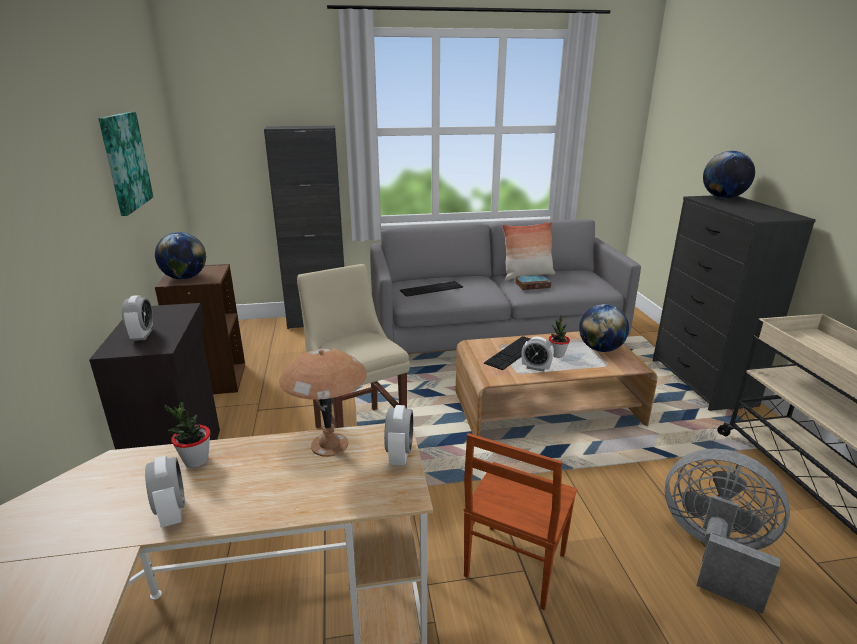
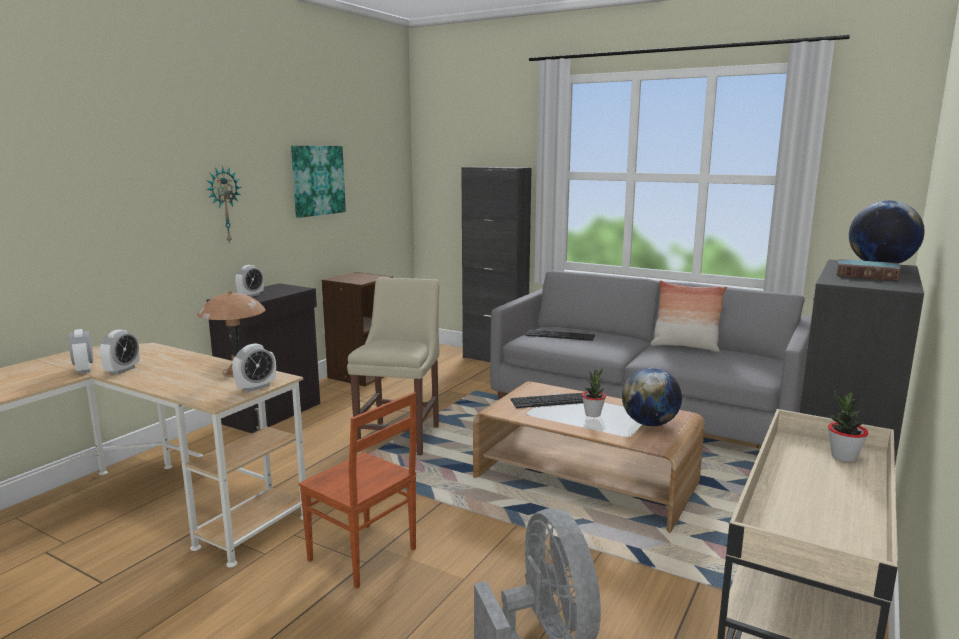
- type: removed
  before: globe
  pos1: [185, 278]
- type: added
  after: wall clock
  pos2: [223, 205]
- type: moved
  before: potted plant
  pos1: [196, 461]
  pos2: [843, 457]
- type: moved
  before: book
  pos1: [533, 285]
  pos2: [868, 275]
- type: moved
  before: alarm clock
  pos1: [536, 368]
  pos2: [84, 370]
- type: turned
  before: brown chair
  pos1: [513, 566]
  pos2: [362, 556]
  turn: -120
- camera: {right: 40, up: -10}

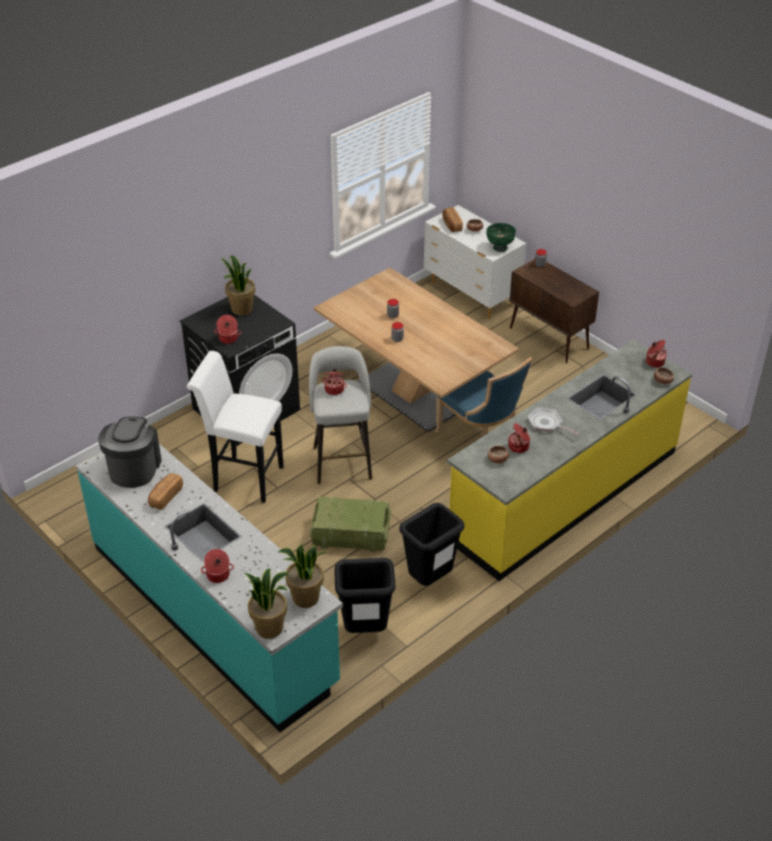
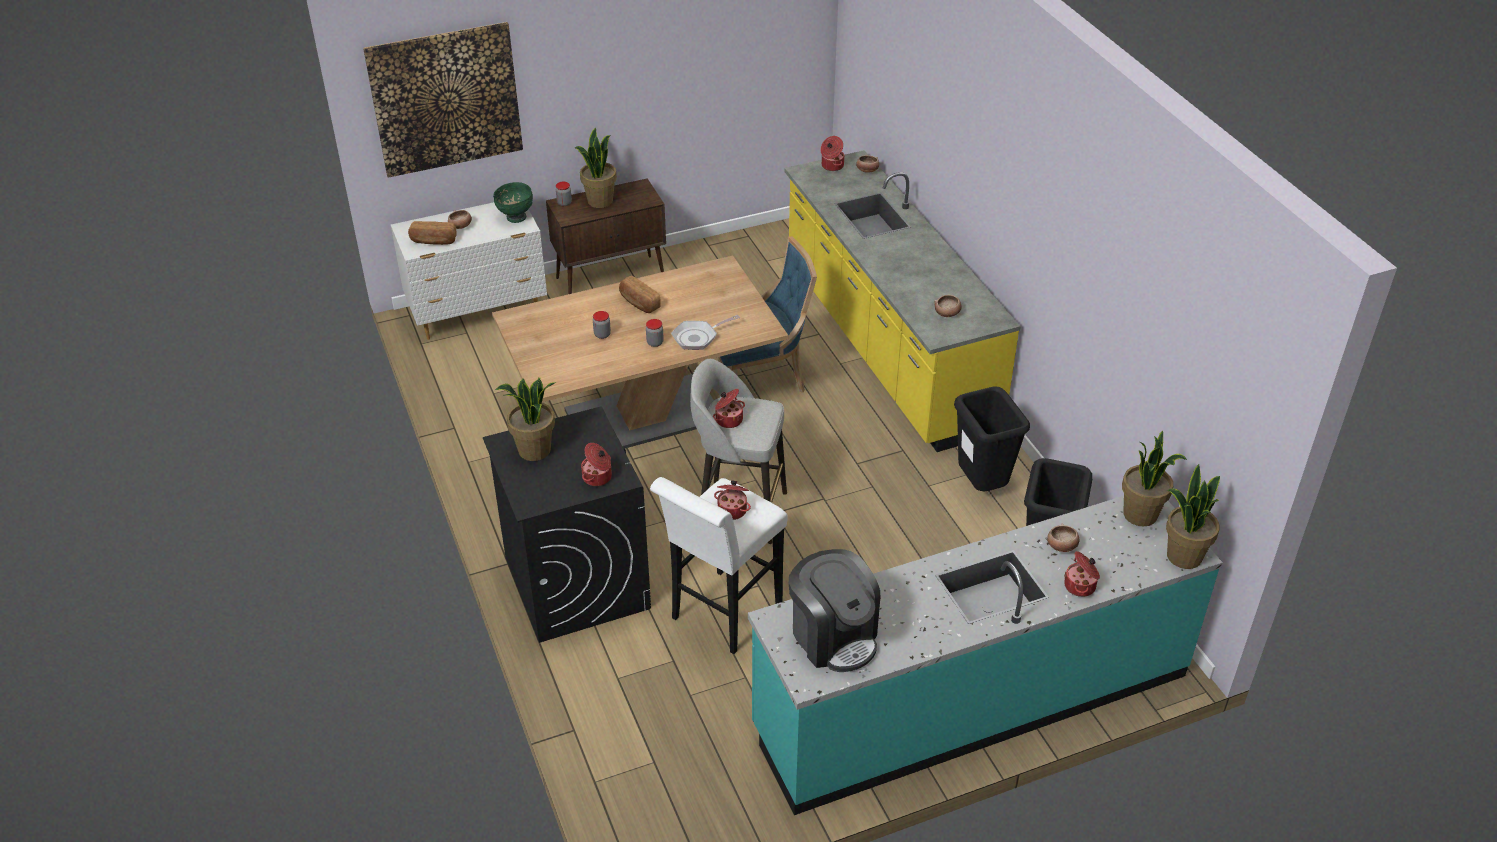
- type: removed
  before: crate
  pos1: [349, 534]
- type: added
  after: picture
  pos2: [445, 99]
- type: added
  after: potted plant
  pos2: [599, 201]
- type: added
  after: bowl
  pos2: [1061, 546]
- type: moved
  before: bread
  pos1: [165, 496]
  pos2: [639, 303]
- type: moved
  before: cooking pot
  pos1: [519, 447]
  pos2: [732, 510]
- type: moved
  before: frying pan
  pos1: [547, 423]
  pos2: [698, 337]
- type: turned
  before: coffee machine
  pos1: [134, 468]
  pos2: [833, 636]
  turn: -150
- camera: {right: -70, up: 0}

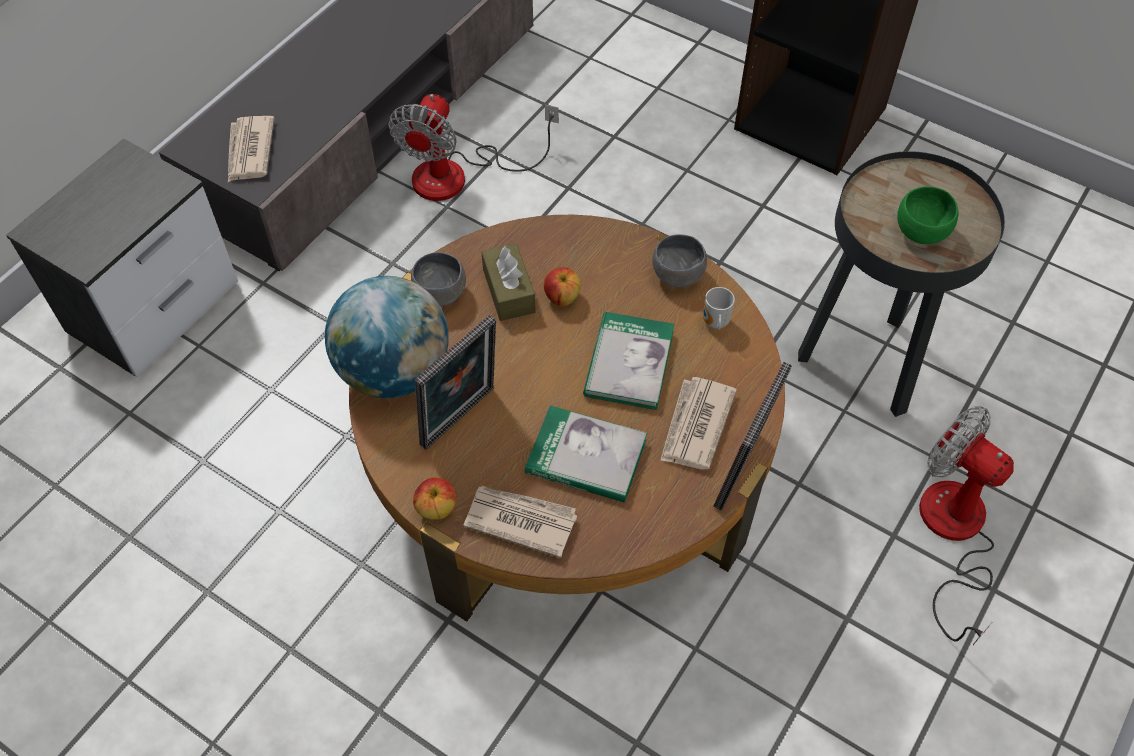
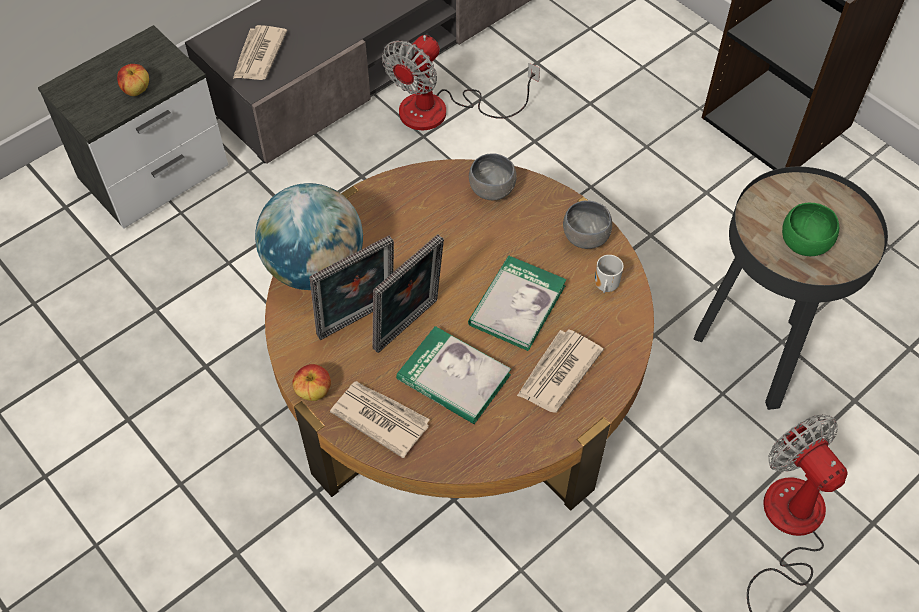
- type: removed
  before: brown tissue box
  pos1: [509, 291]
- type: moved
  before: grey bowl
  pos1: [438, 293]
  pos2: [490, 189]
- type: moved
  before: apple
  pos1: [562, 297]
  pos2: [136, 90]
- type: moved
  before: picture frame
  pos1: [743, 472]
  pos2: [409, 327]
- camera: {right: 15, up: 0}

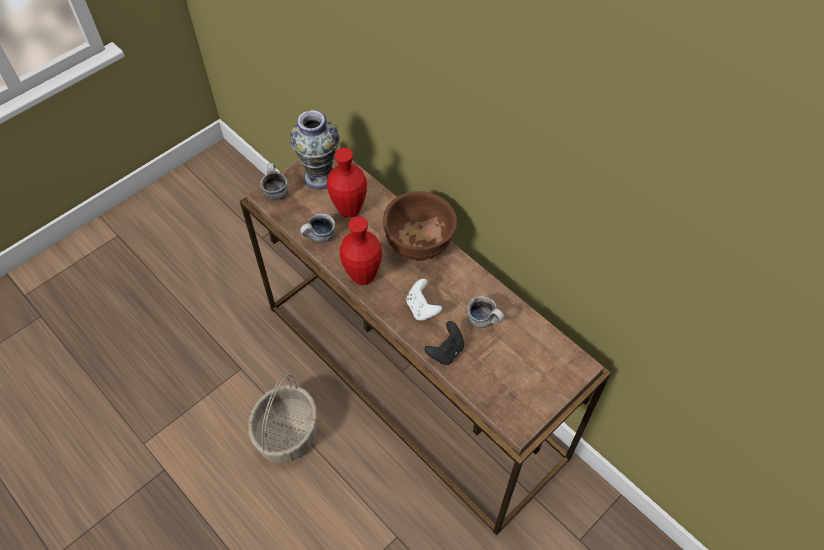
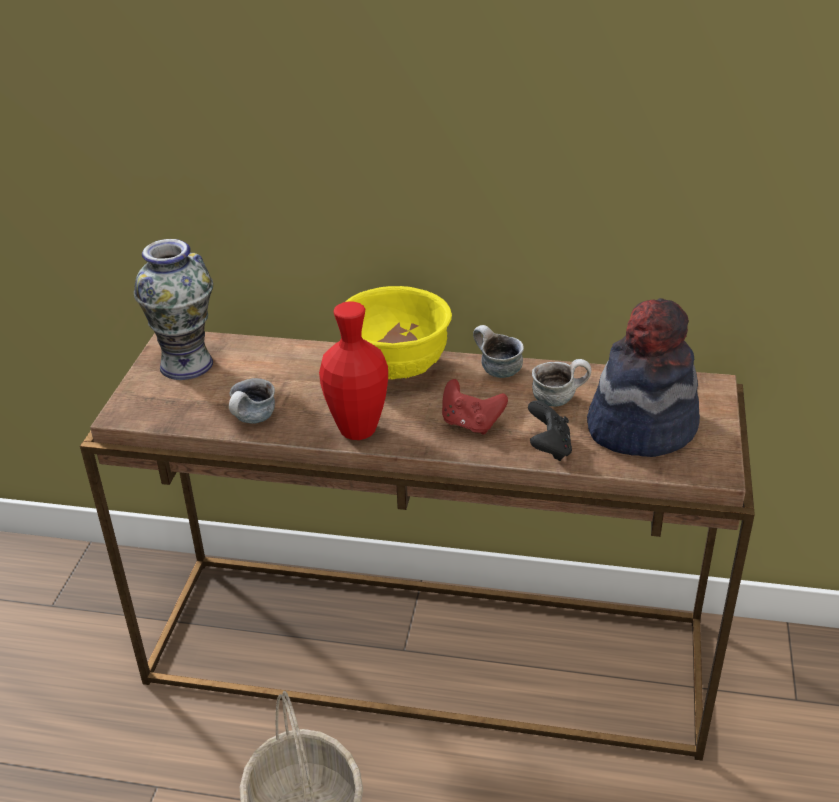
- type: removed
  before: red vase
  pos1: [349, 210]
- type: added
  after: hat
  pos2: [640, 426]
- type: moved
  before: mug
  pos1: [275, 191]
  pos2: [495, 370]
- type: recoloured
  before: brown bowl
  after: yellow bowl
  pos1: [420, 245]
  pos2: [397, 369]
- type: recoloured
  before: white game controller
  after: red game controller
  pos1: [422, 308]
  pos2: [471, 424]
- camera: {right: -35, up: -20}

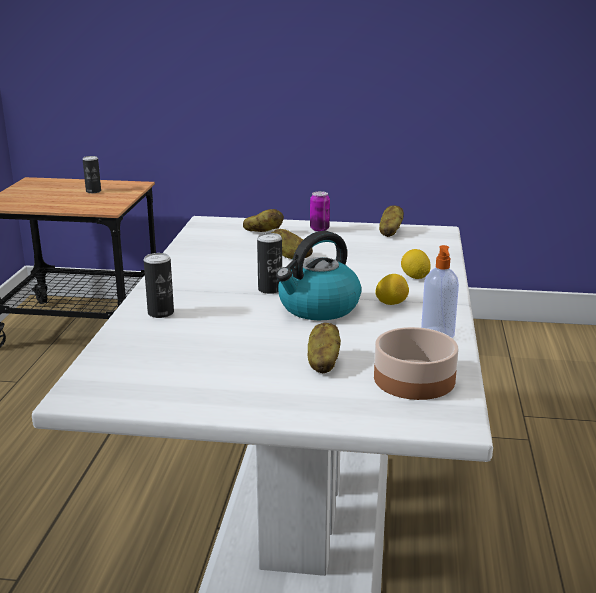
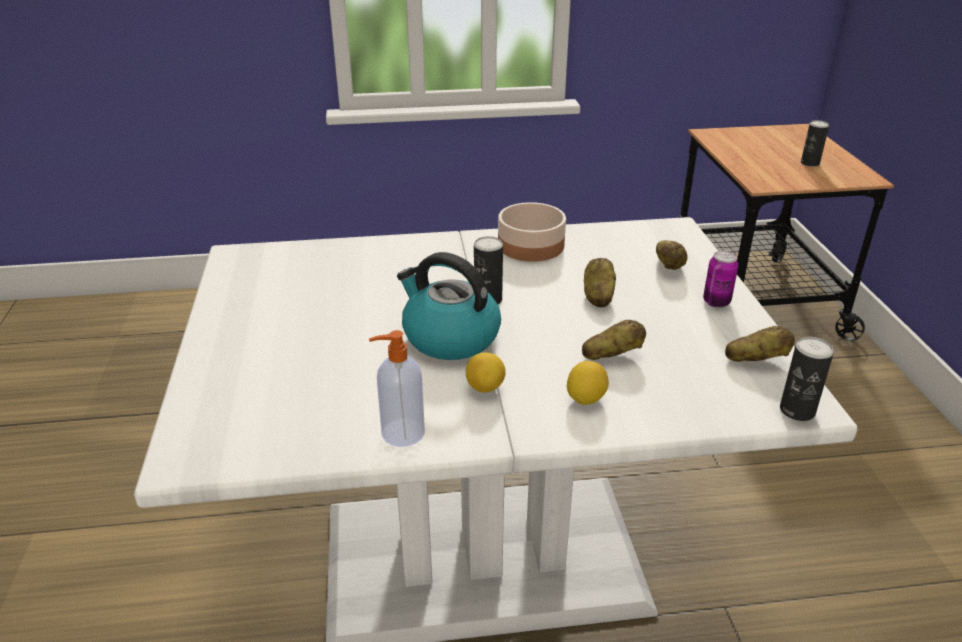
- type: moved
  before: can
  pos1: [161, 313]
  pos2: [797, 410]
- type: moved
  before: potato
  pos1: [322, 363]
  pos2: [612, 355]
- type: moved
  before: bowl
  pos1: [412, 379]
  pos2: [531, 245]
- camera: {right: 75, up: 10}

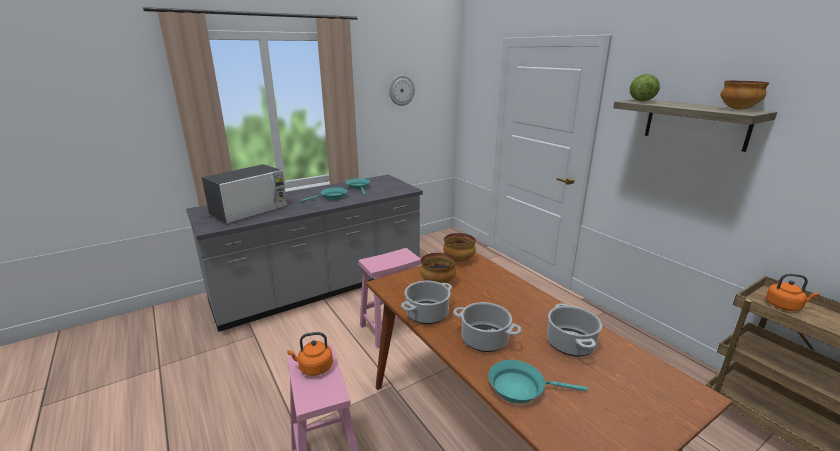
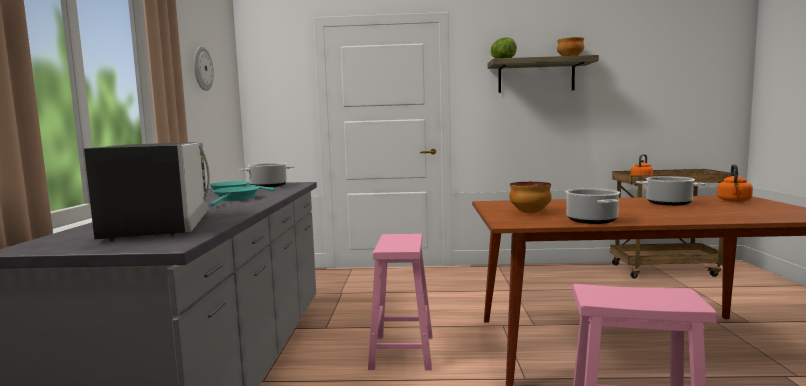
- type: removed
  before: bowl
  pos1: [459, 260]
- type: removed
  before: turquoise frying pan
  pos1: [521, 387]
- type: moved
  before: orange kettle
  pos1: [314, 368]
  pos2: [734, 201]
- type: moved
  before: cooking pot
  pos1: [485, 340]
  pos2: [269, 186]
- camera: {right: -55, up: -15}

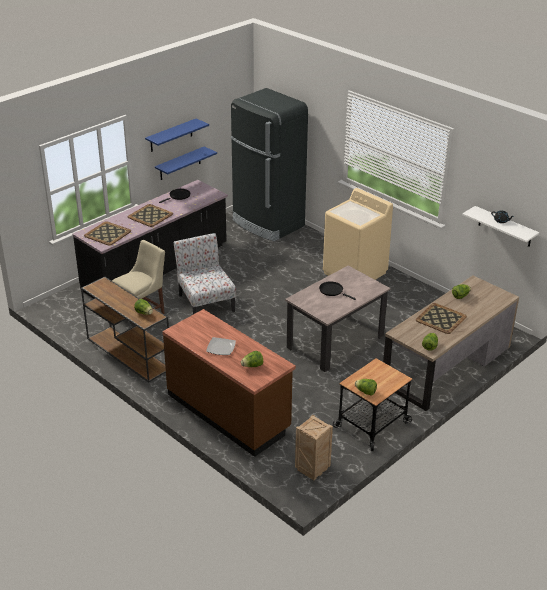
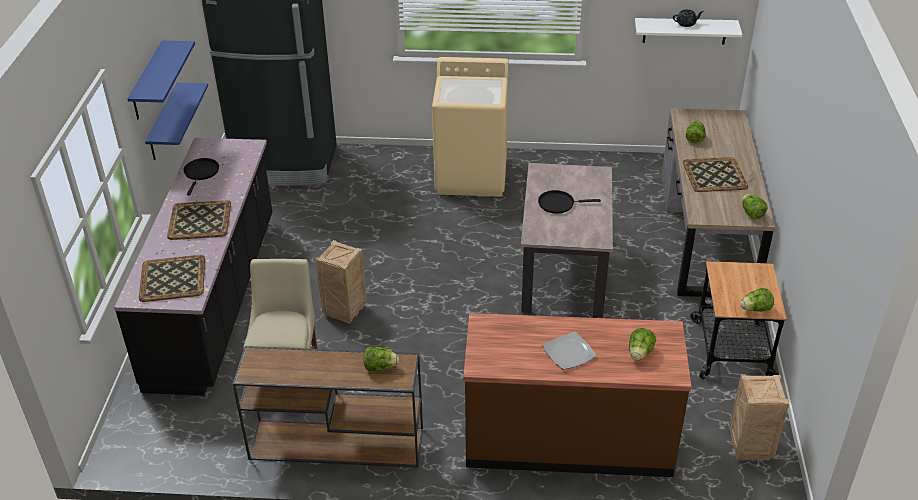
- type: replaced
  before: chair
  after: crate
  pos1: [205, 302]
  pos2: [345, 310]
- camera: {right: -40, up: 5}

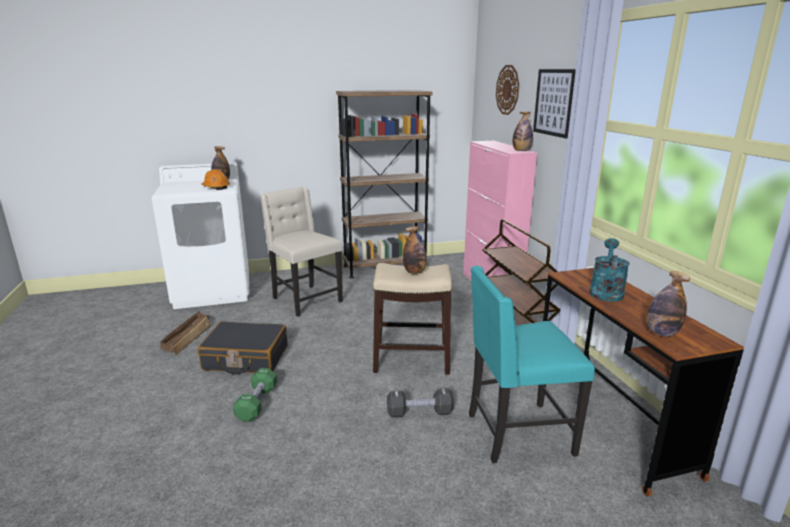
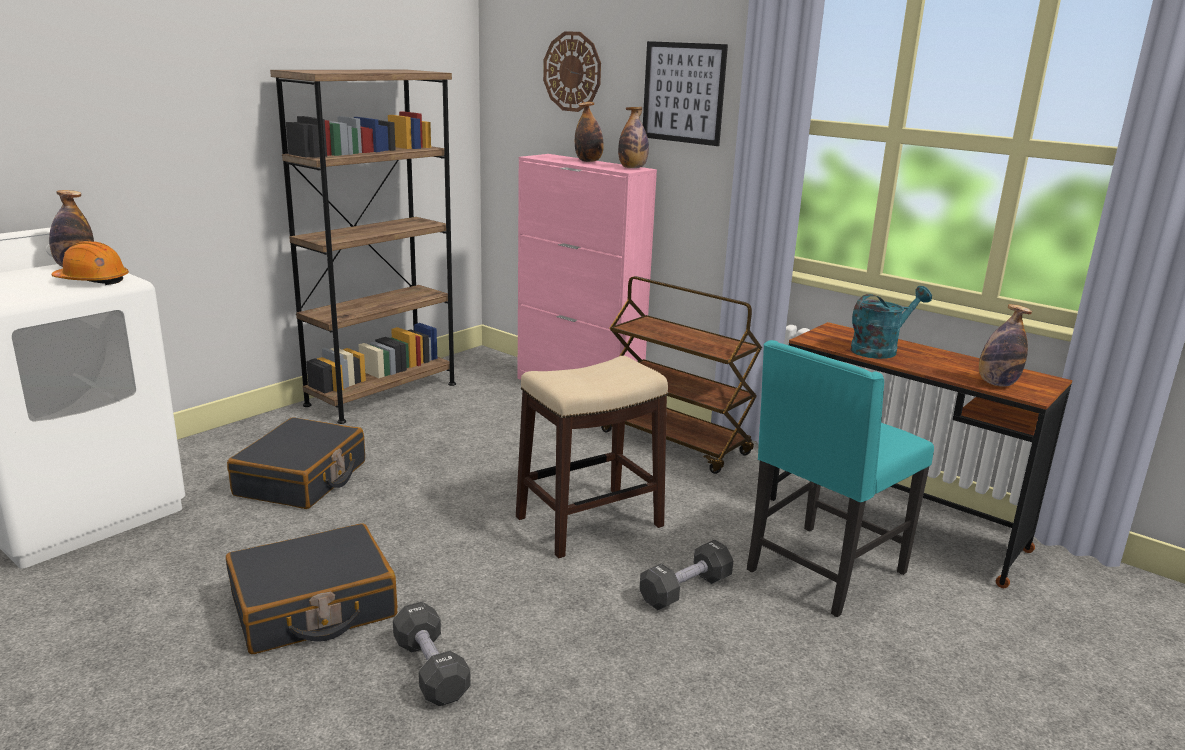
- type: removed
  before: crate
  pos1: [188, 337]
- type: moved
  before: bottle
  pos1: [414, 272]
  pos2: [588, 161]
- type: replaced
  before: beige chair
  after: black suitcase
  pos1: [305, 300]
  pos2: [302, 479]
- type: recoloured
  before: green dumbbell
  after: black dumbbell
  pos1: [257, 403]
  pos2: [430, 669]
- type: turned
  before: turquoise watering can
  pos1: [605, 291]
  pos2: [880, 349]
  turn: 75
- camera: {right: -35, up: 0}

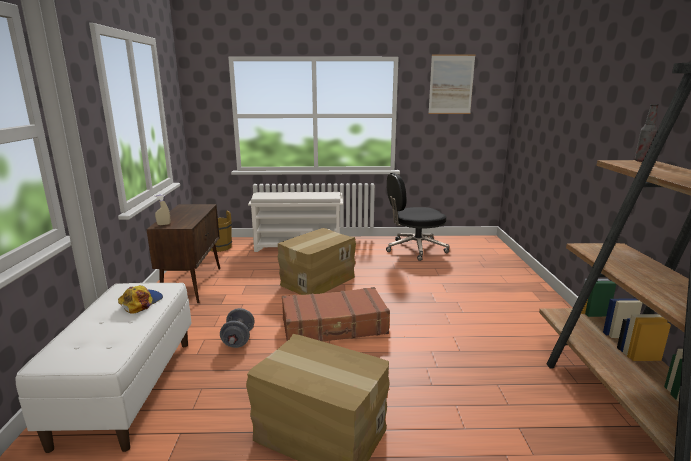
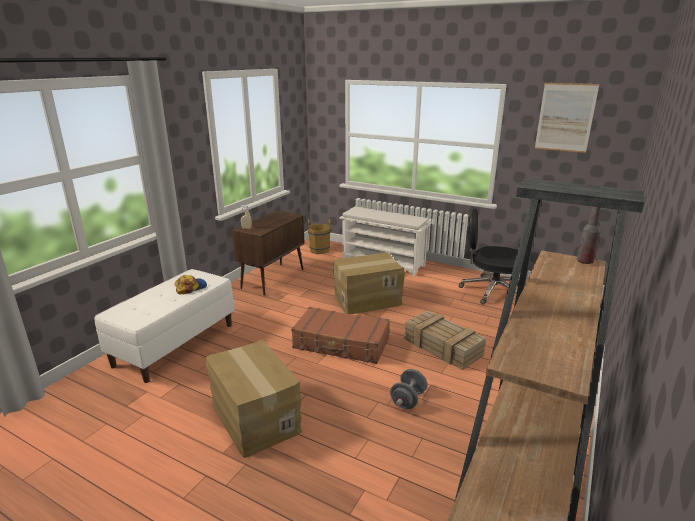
- type: added
  after: crate
  pos2: [444, 347]
- type: moved
  before: grey dumbbell
  pos1: [238, 340]
  pos2: [408, 400]
- camera: {right: 30, up: 5}

